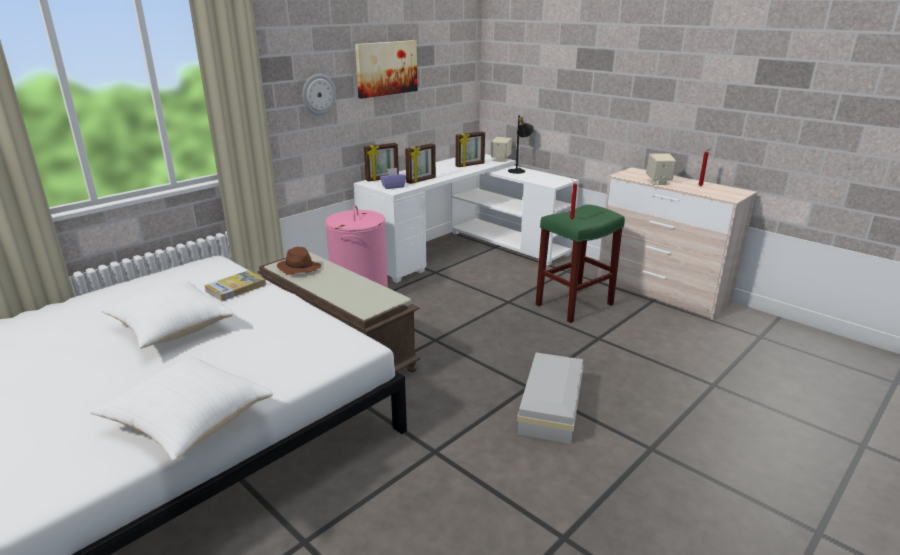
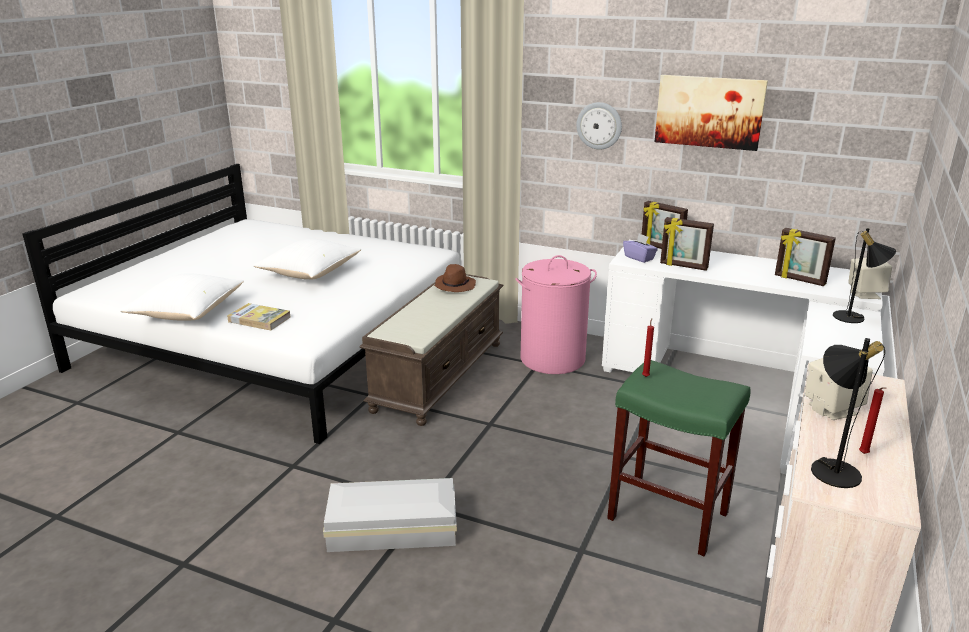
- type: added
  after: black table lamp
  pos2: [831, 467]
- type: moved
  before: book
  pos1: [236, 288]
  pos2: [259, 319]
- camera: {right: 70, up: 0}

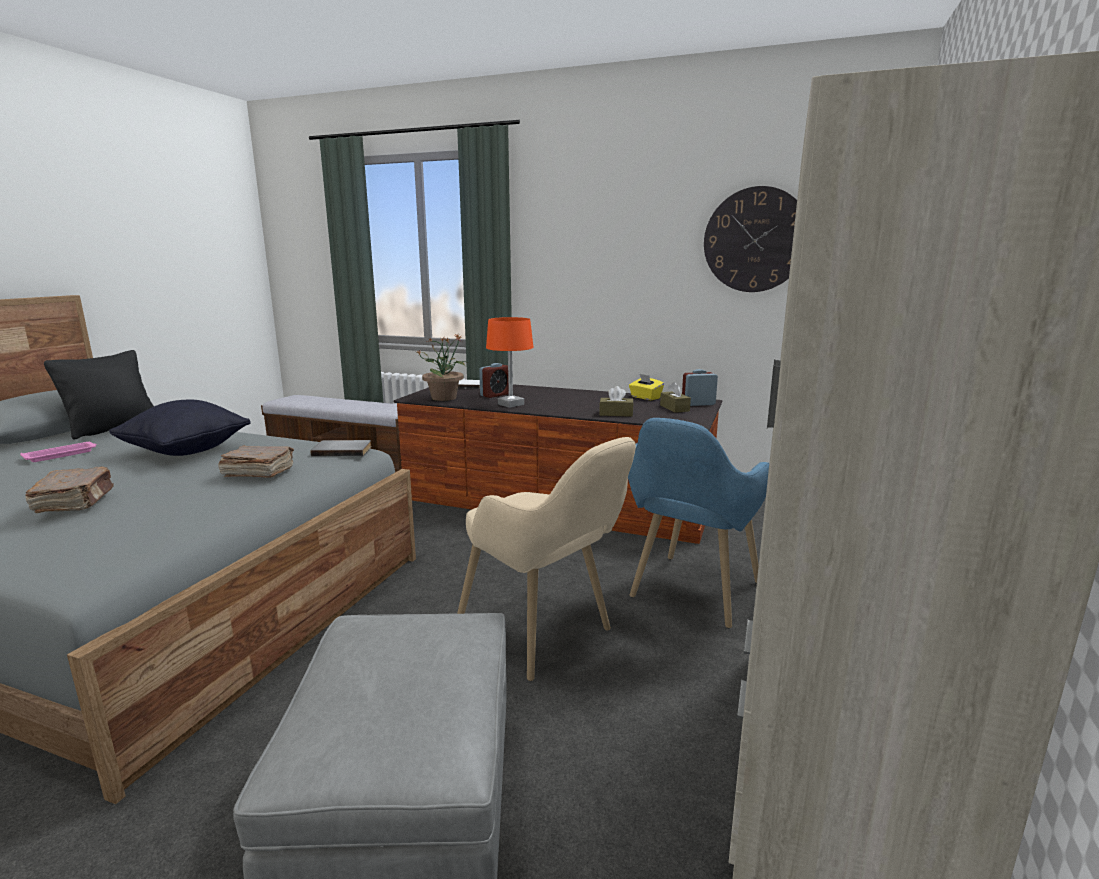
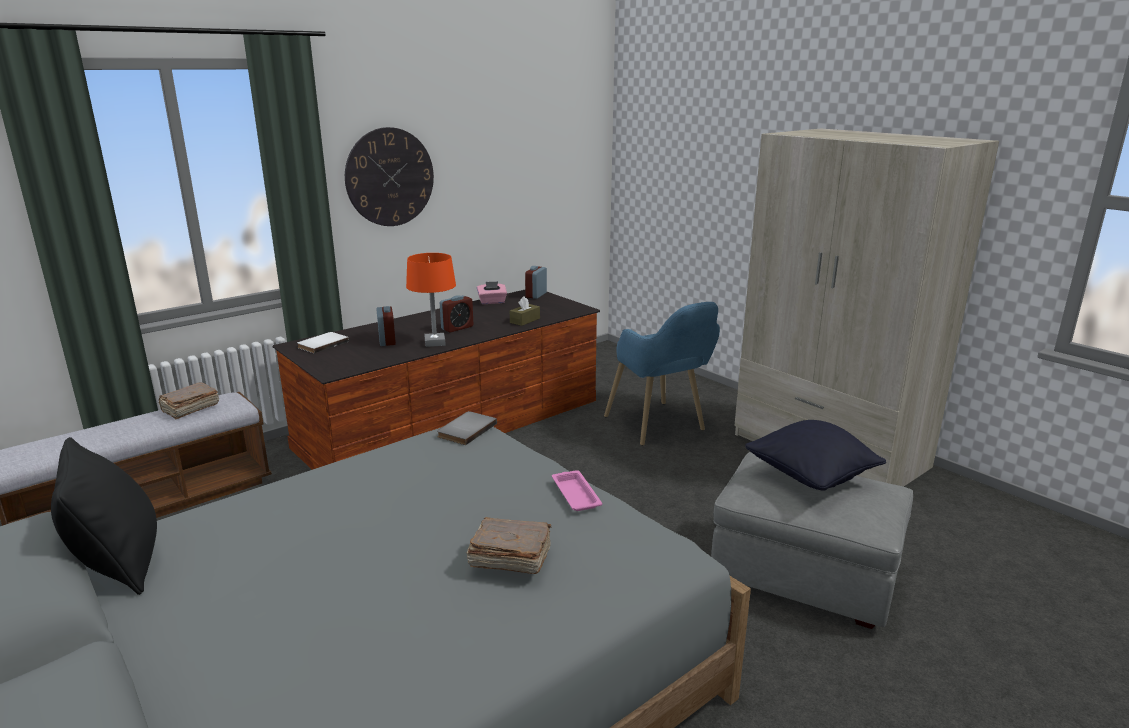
- type: removed
  before: potted plant
  pos1: [445, 398]
- type: removed
  before: beige armchair
  pos1: [547, 639]
- type: removed
  before: brown tissue box
  pos1: [674, 408]
- type: added
  after: alarm clock
  pos2: [457, 328]
- type: moved
  before: pink tray
  pos1: [61, 455]
  pos2: [575, 494]
- type: moved
  before: black pillow
  pos1: [186, 451]
  pos2: [810, 478]
- type: moved
  before: brown book
  pos1: [258, 472]
  pos2: [190, 409]
- type: moved
  before: wall clock
  pos1: [755, 240]
  pos2: [390, 177]
- type: recoloured
  before: yellow tissue box
  after: pink tissue box
  pos1: [645, 397]
  pos2: [492, 302]
- camera: {right: -60, up: 5}

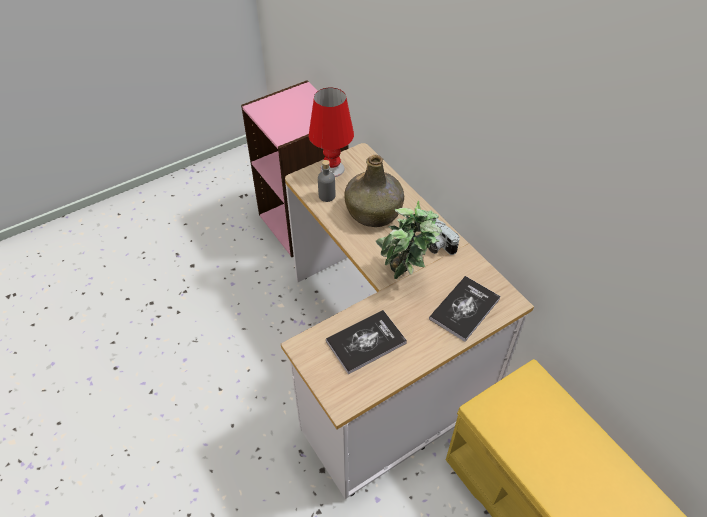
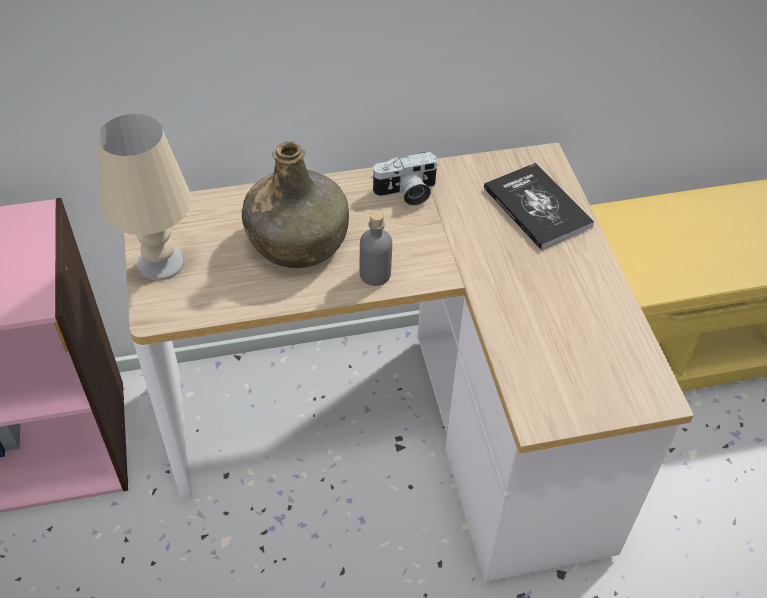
- type: removed
  before: book
  pos1: [366, 342]
- type: removed
  before: potted plant
  pos1: [405, 277]
- type: moved
  before: grey bottle
  pos1: [327, 196]
  pos2: [375, 274]
- type: recoloured
  before: red table lamp
  after: beige table lamp
  pos1: [332, 169]
  pos2: [161, 263]
- camera: {right: -70, up: 0}

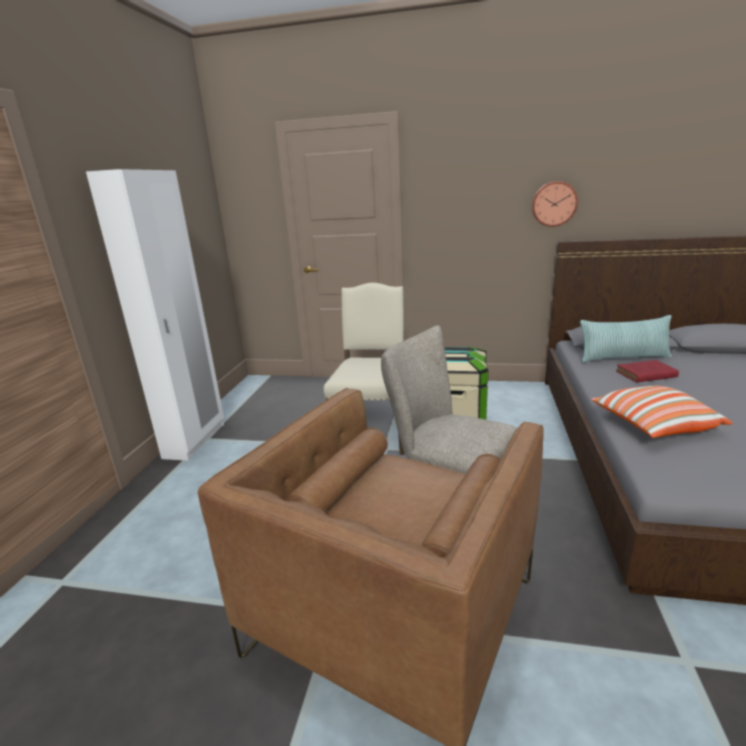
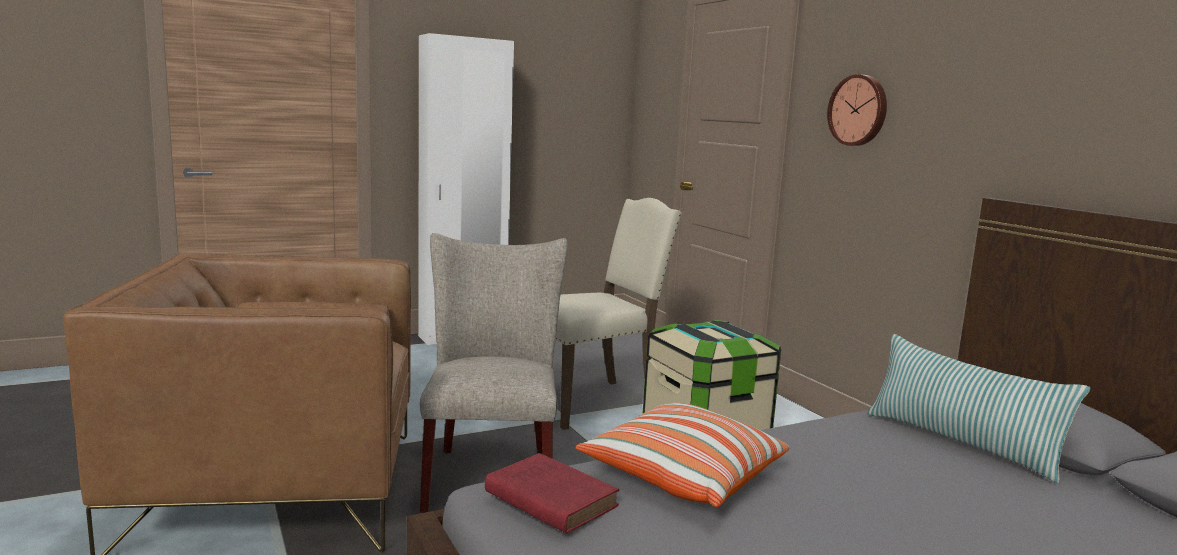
- type: moved
  before: wall clock
  pos1: [554, 204]
  pos2: [859, 110]
- type: moved
  before: red book
  pos1: [644, 374]
  pos2: [548, 498]
- camera: {right: 50, up: -10}

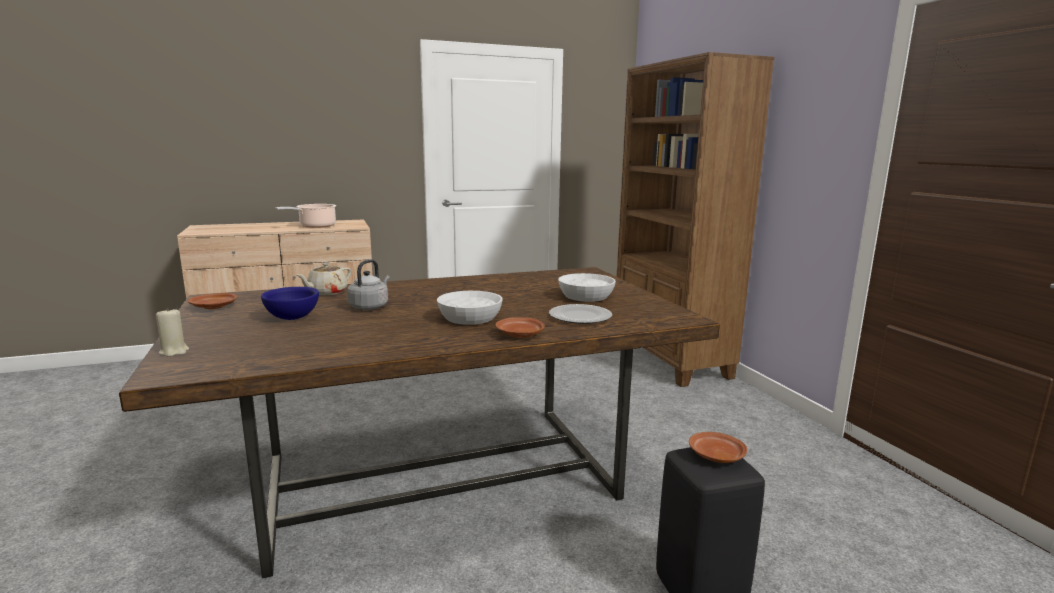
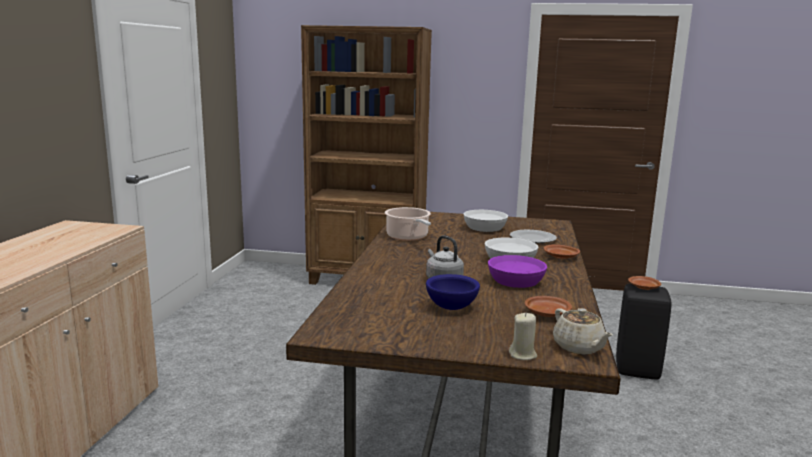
- type: added
  after: purple bowl
  pos2: [515, 281]
- type: moved
  before: brown plate
  pos1: [215, 307]
  pos2: [547, 313]
- type: moved
  before: cooking pot
  pos1: [315, 226]
  pos2: [408, 237]
- type: moved
  before: beige teapot
  pos1: [326, 292]
  pos2: [579, 347]
- camera: {right: -60, up: 0}

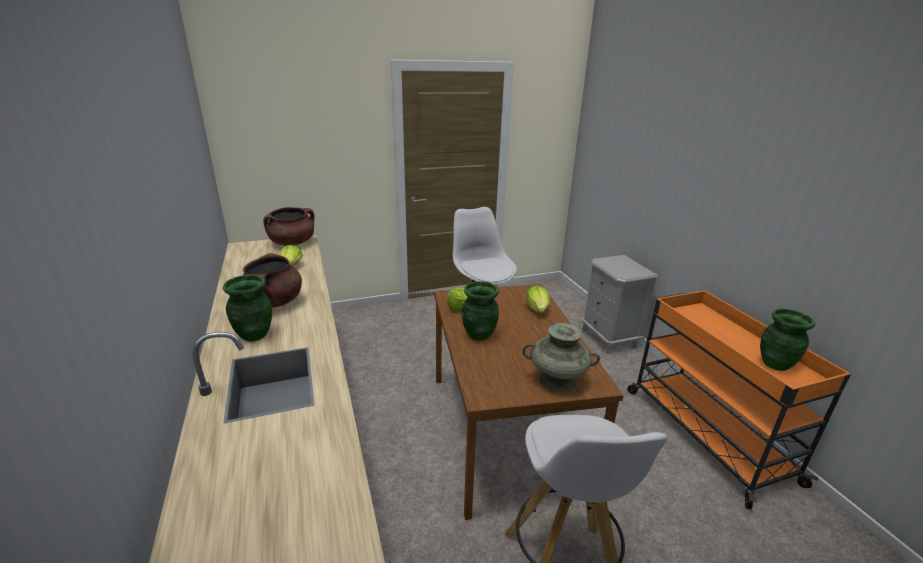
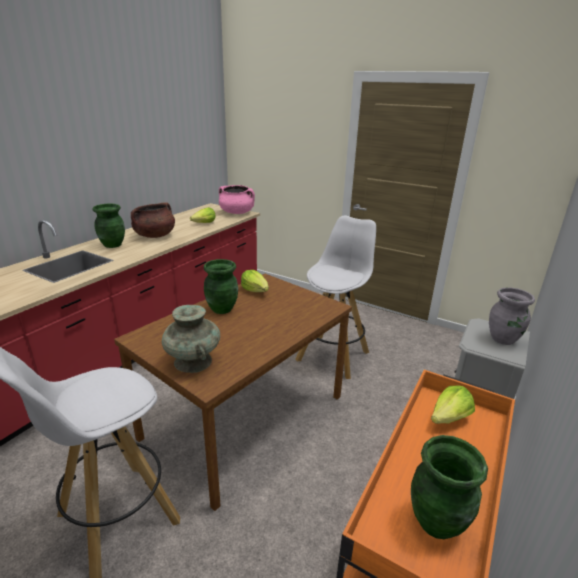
- type: added
  after: grey vase
  pos2: [503, 339]
- type: moved
  before: lettuce
  pos1: [538, 309]
  pos2: [449, 418]
- type: recoloured
  before: brown cooking pot
  after: pink cooking pot
  pos1: [292, 243]
  pos2: [237, 212]
- camera: {right: 50, up: 0}

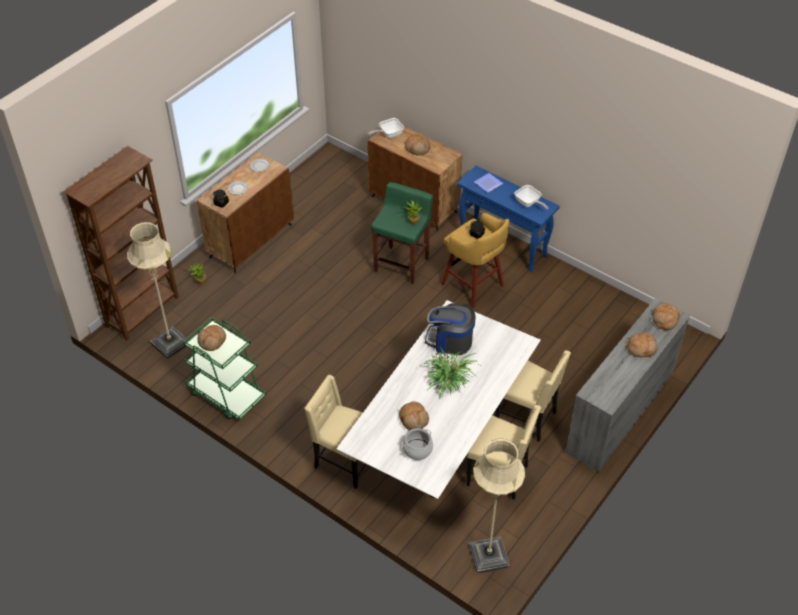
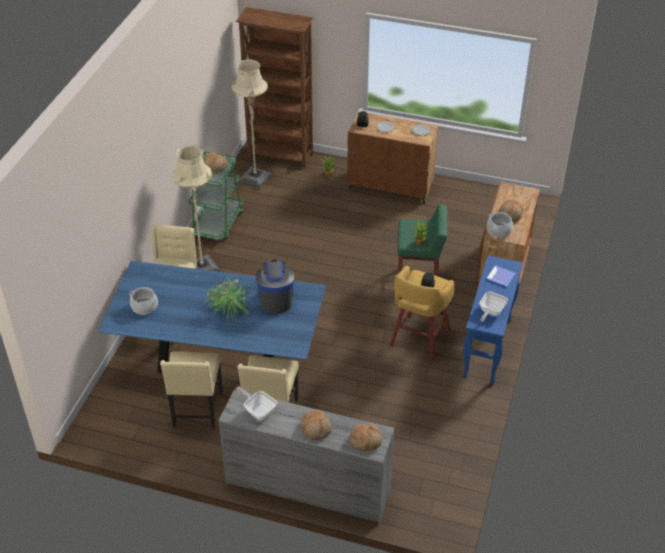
- type: removed
  before: bread
  pos1: [413, 419]
- type: added
  after: cooking pot
  pos2: [499, 231]
- type: moved
  before: frying pan
  pos1: [388, 135]
  pos2: [258, 410]
- type: moved
  before: beige floor lamp
  pos1: [488, 556]
  pos2: [202, 269]
- type: recoloured
  before: white dining table
  after: blue dining table
  pos1: [440, 441]
  pos2: [220, 361]
- camera: {right: 70, up: -5}

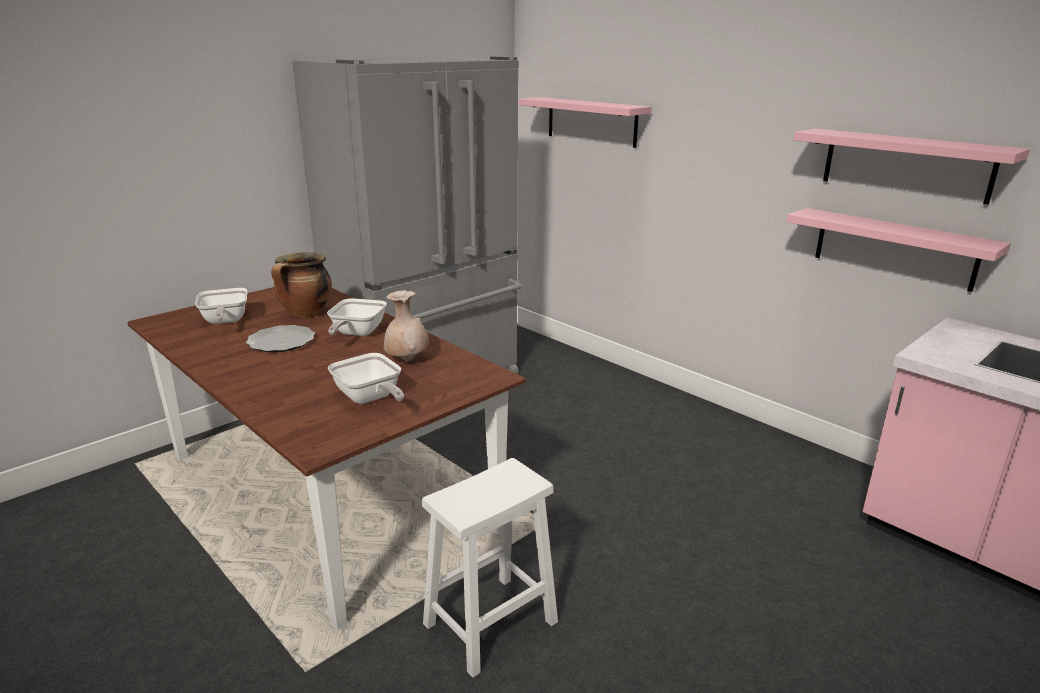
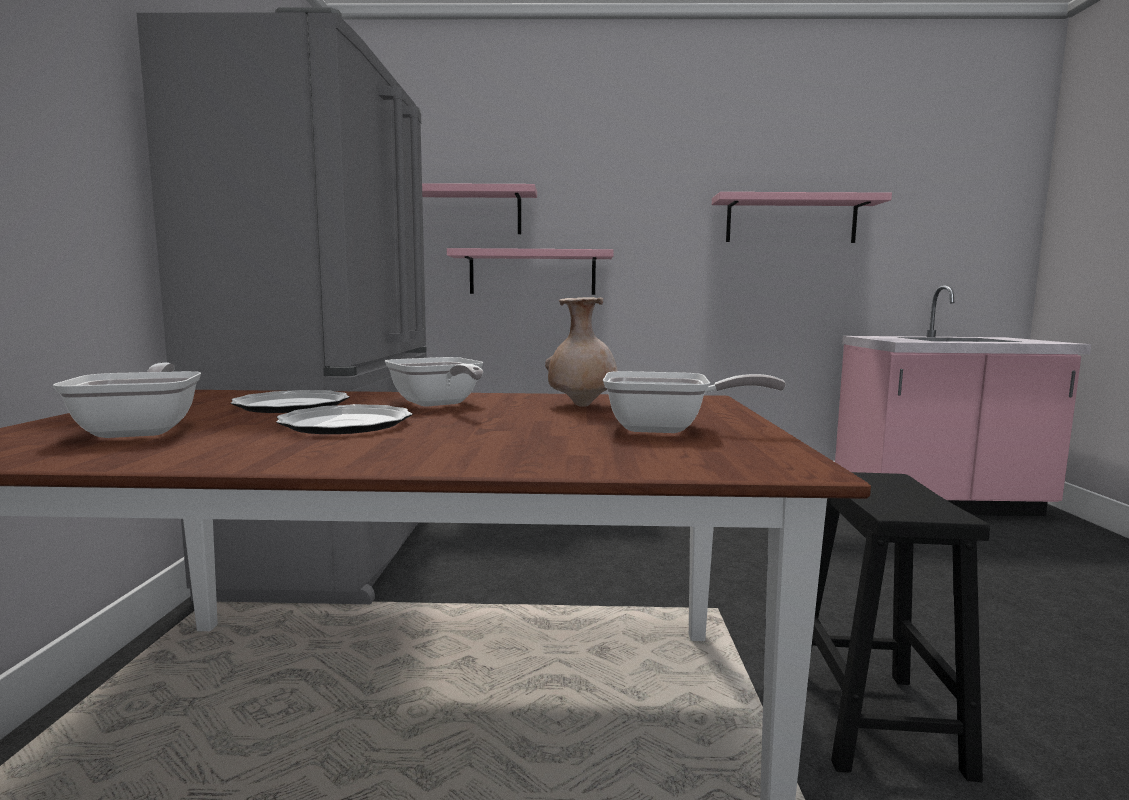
- type: moved
  before: pink shelf
  pos1: [894, 248]
  pos2: [532, 273]
- type: replaced
  before: cooking pot
  after: plate
  pos1: [306, 314]
  pos2: [292, 406]
- type: recoloured
  before: white stool
  after: black stool
  pos1: [489, 624]
  pos2: [875, 722]
- type: turned
  before: frying pan
  pos1: [224, 321]
  pos2: [144, 429]
  turn: -135
- camera: {right: -45, up: -15}

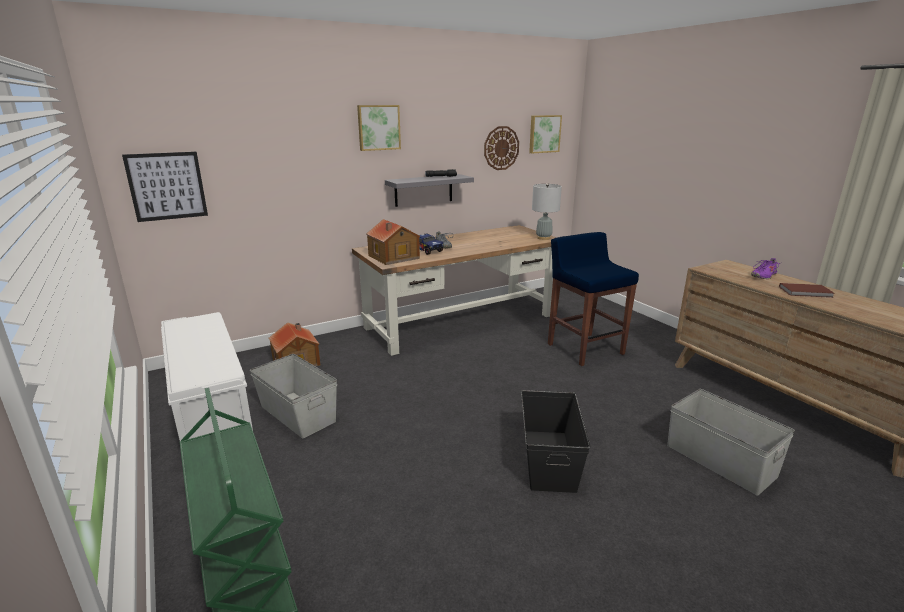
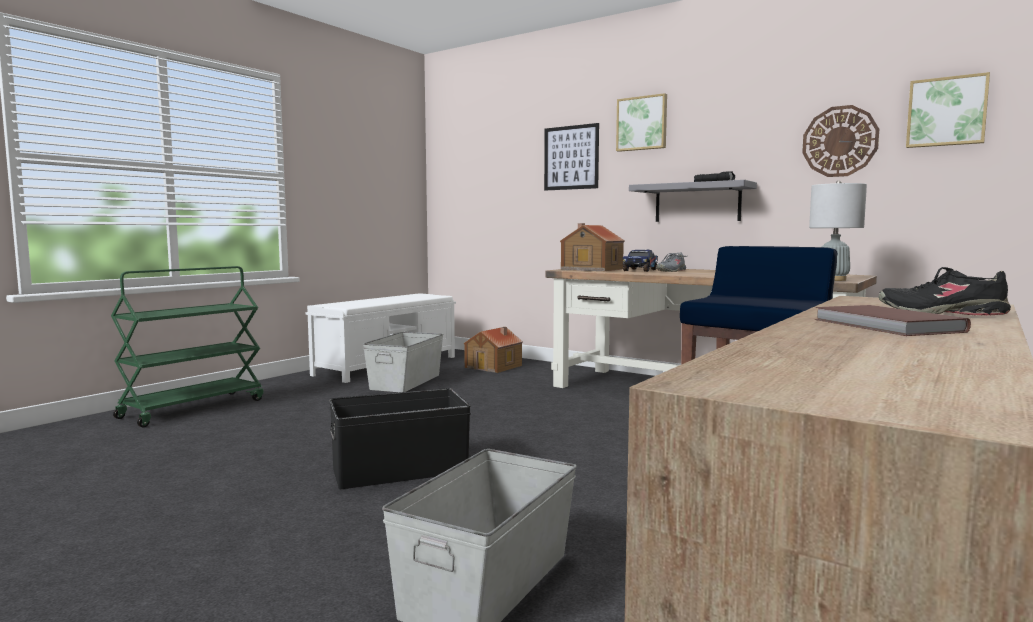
- type: moved
  before: picture
  pos1: [167, 186]
  pos2: [571, 157]
- type: recoloured
  before: purple shoe
  after: black shoe
  pos1: [763, 276]
  pos2: [941, 313]
- camera: {right: 65, up: -15}

